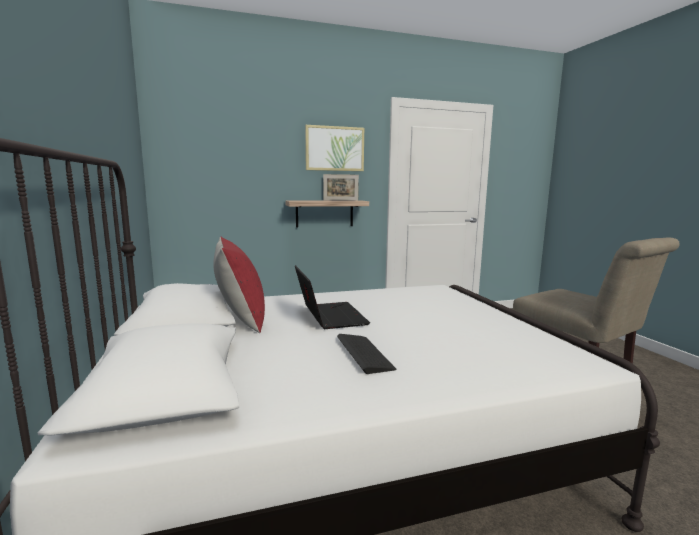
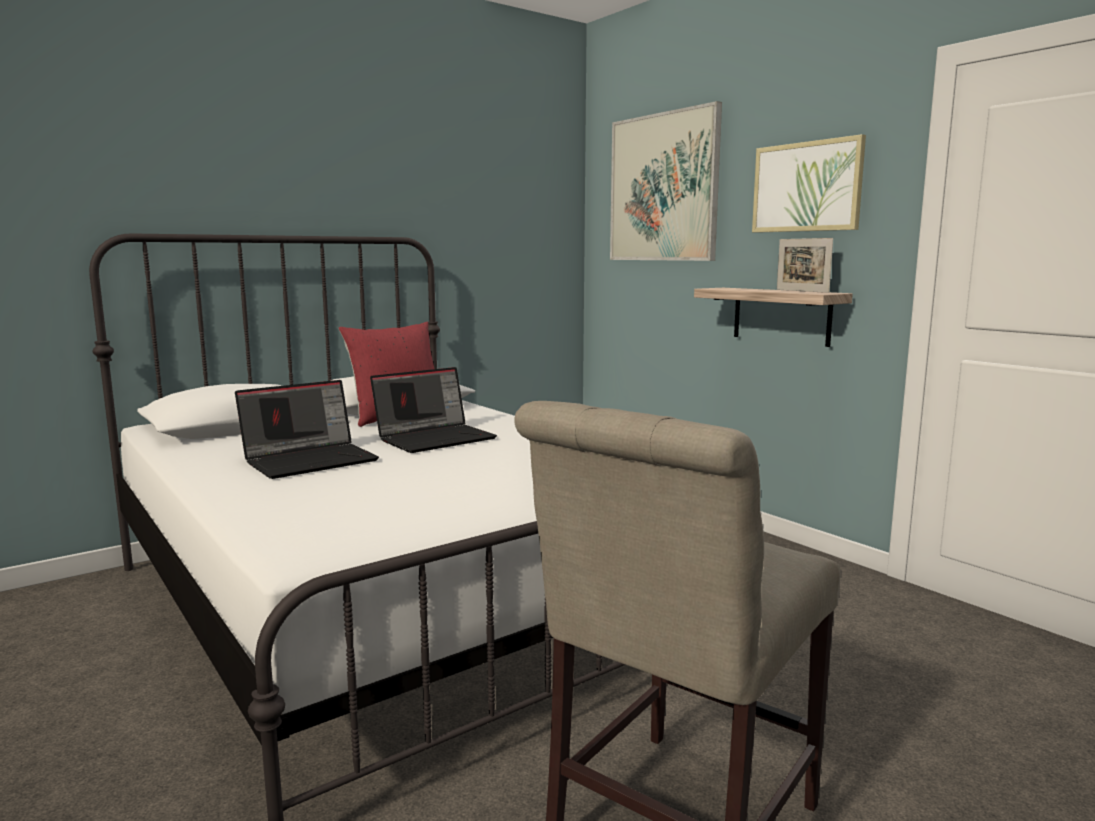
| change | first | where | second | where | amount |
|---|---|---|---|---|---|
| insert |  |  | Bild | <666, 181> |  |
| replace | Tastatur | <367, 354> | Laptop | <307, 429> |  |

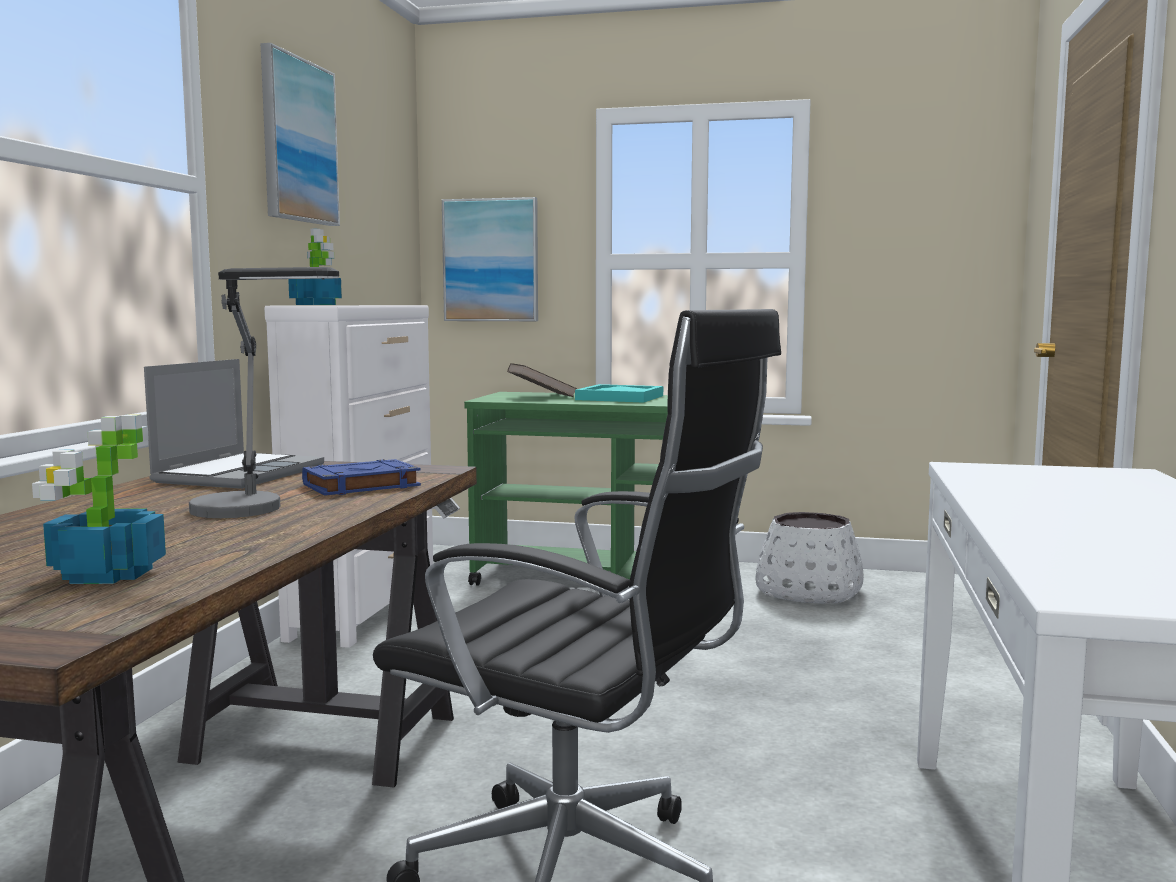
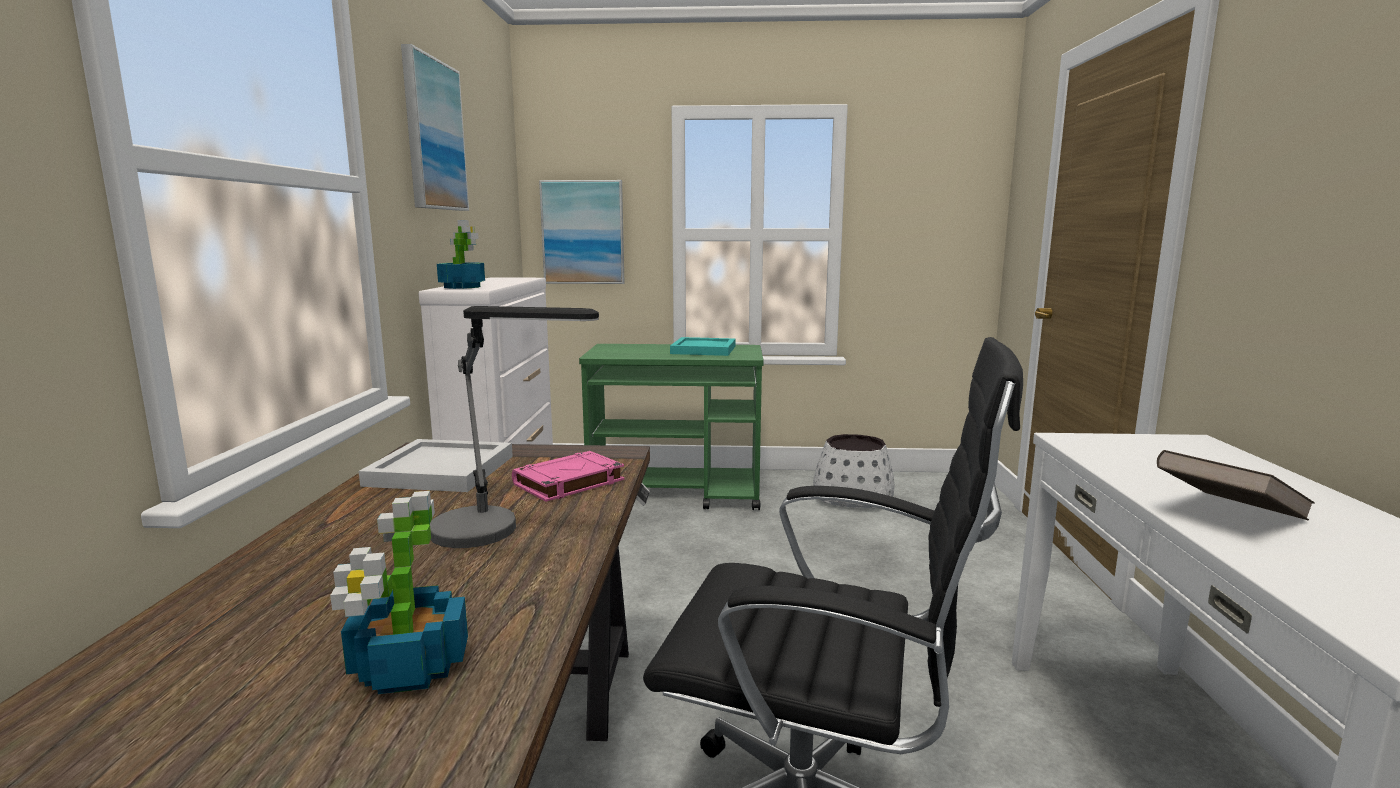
| change | first | where | second | where | amount |
|---|---|---|---|---|---|
| move | Buch/braun | <542, 380> |  | <1236, 485> |  |
| replace | Laptop | <234, 424> | Tablett/weiß | <436, 465> |  |
| recolor | Buch/blau | <361, 477> | Buch/rosa | <568, 476> |  |

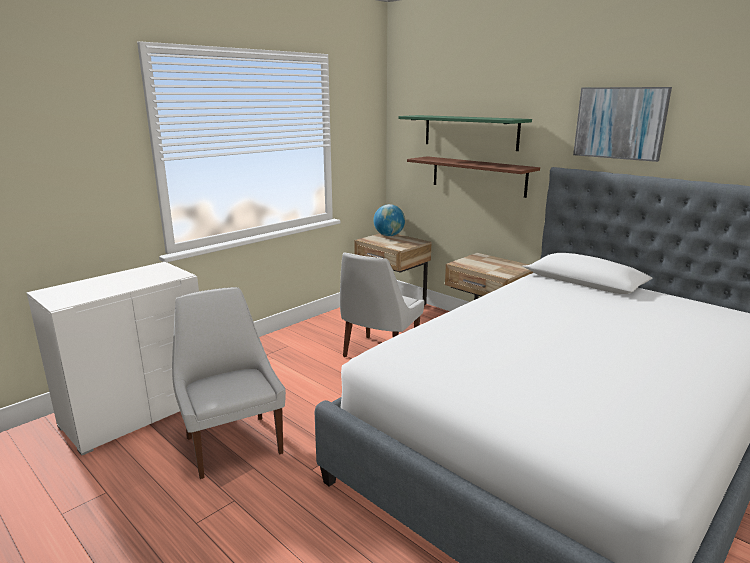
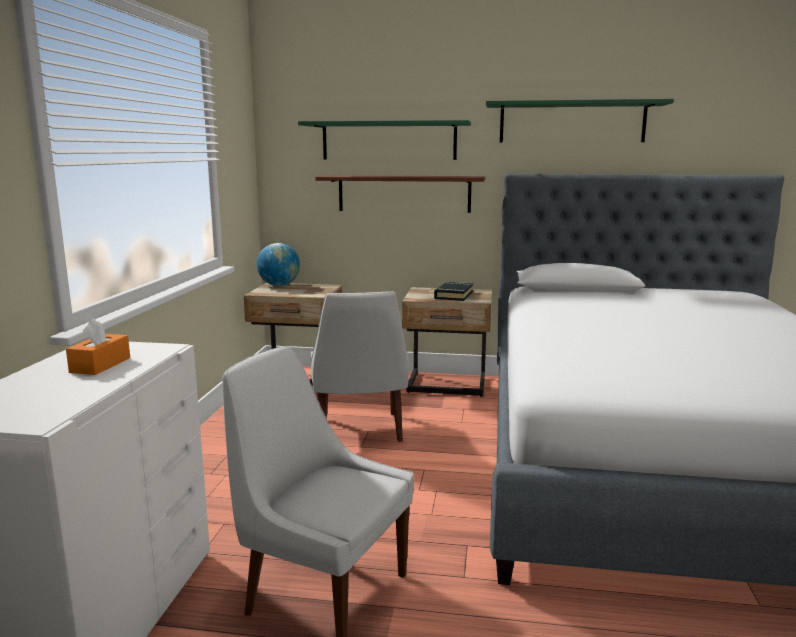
| change | first | where | second | where | amount |
|---|---|---|---|---|---|
| insert |  |  | Taschentuchbox/orange | <98, 346> |  |
| insert |  |  | Buch/schwarz | <453, 291> |  |
| replace | Bild | <622, 124> | Wandregal/grün | <580, 120> |  |

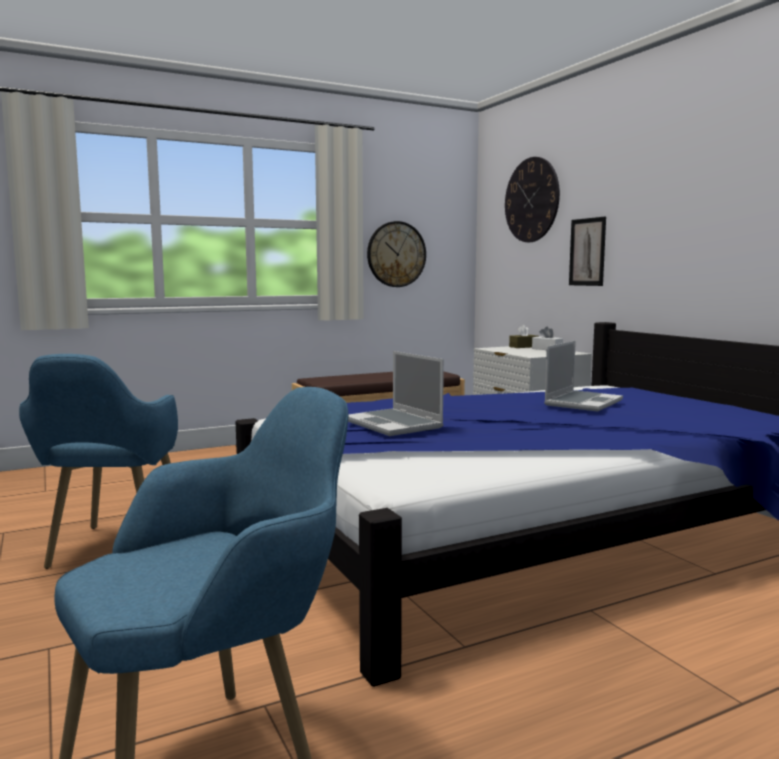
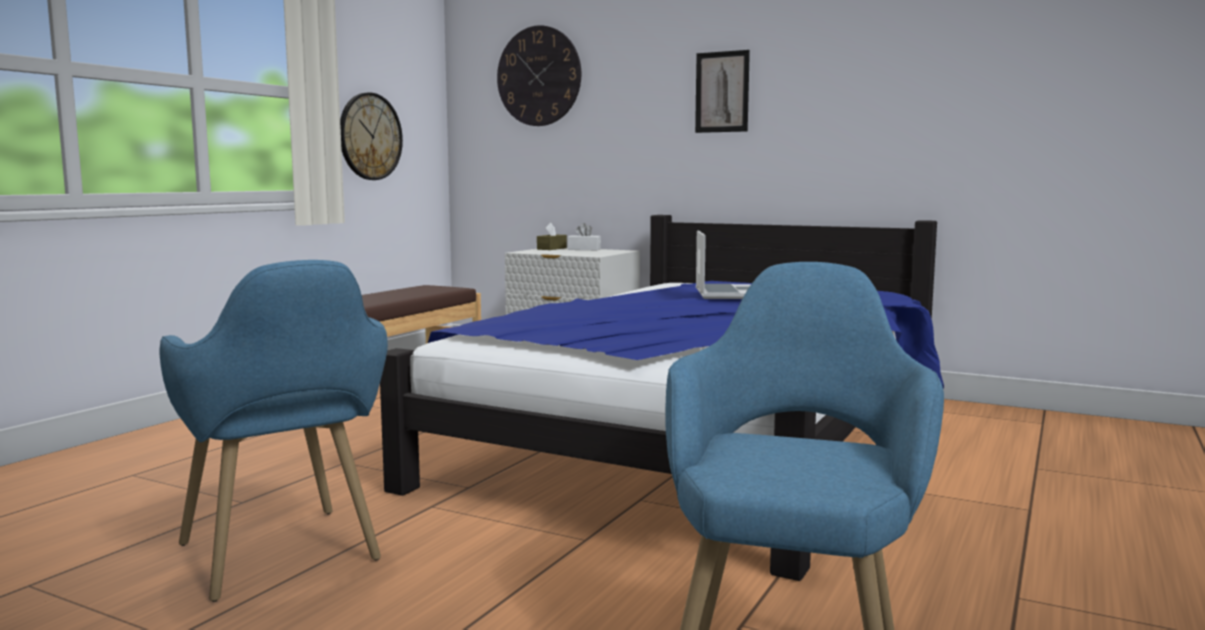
| change | first | where | second | where | amount |
|---|---|---|---|---|---|
| delete | Laptop | <396, 393> |  |  |  |
| move | Bild | <587, 251> |  | <722, 91> |  |

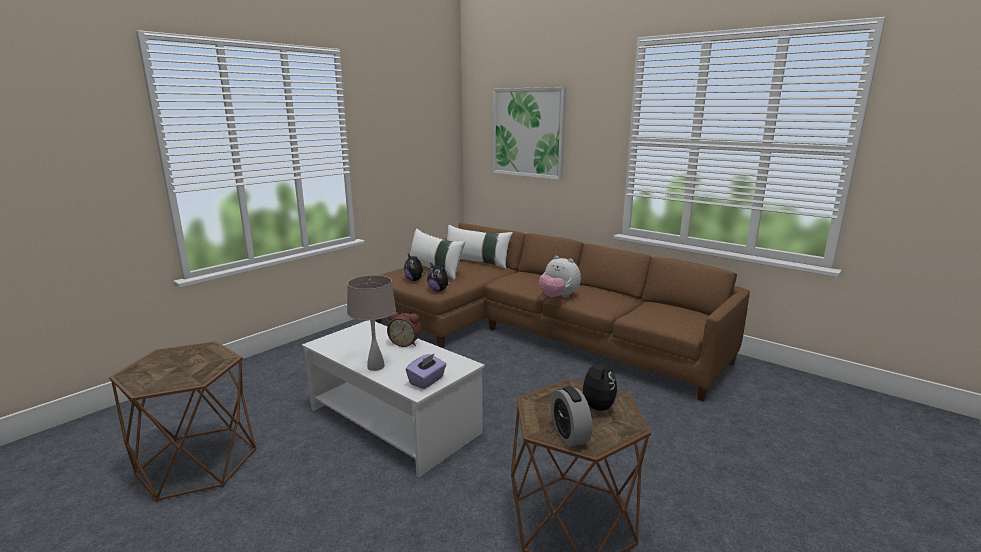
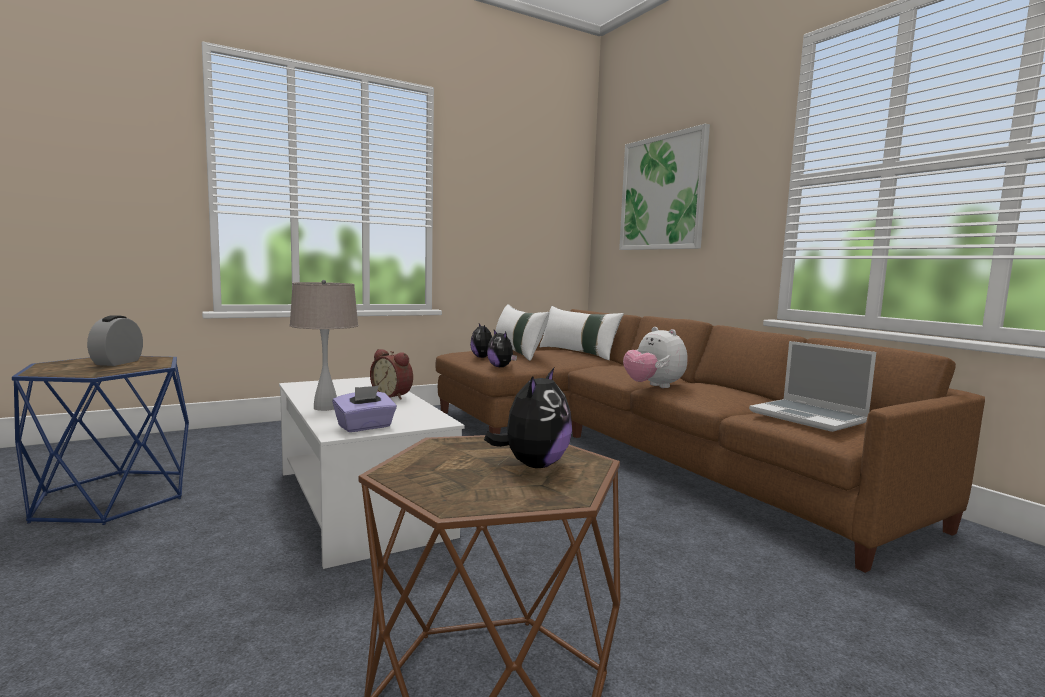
| change | first | where | second | where | amount |
|---|---|---|---|---|---|
| insert |  |  | Laptop | <812, 386> |  |
| move | Wecker | <571, 416> |  | <115, 340> |  |
| recolor | Beistelltisch/braun | <183, 421> | Beistelltisch/blau | <100, 440> |  |

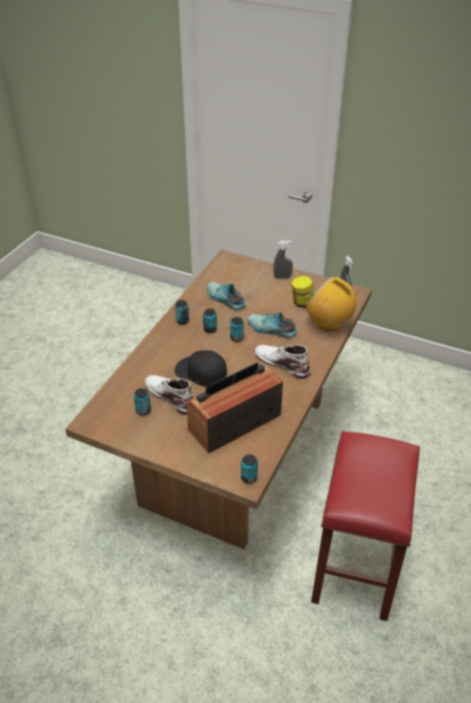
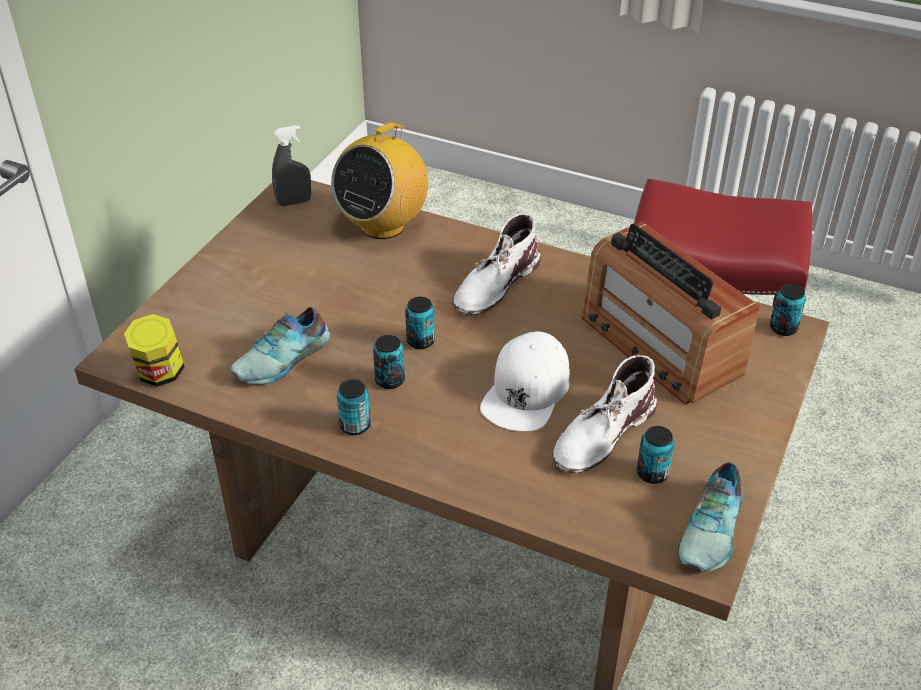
| change | first | where | second | where | amount |
|---|---|---|---|---|---|
| delete | Sprühflasche/grau | <283, 259> |  |  |  |
| move | Schuh | <272, 325> |  | <710, 517> |  |
| move | Vorratsglas | <302, 292> |  | <154, 350> |  |
| recolor | Kappe/schwarz | <201, 368> | Kappe/weiß | <525, 381> |  |

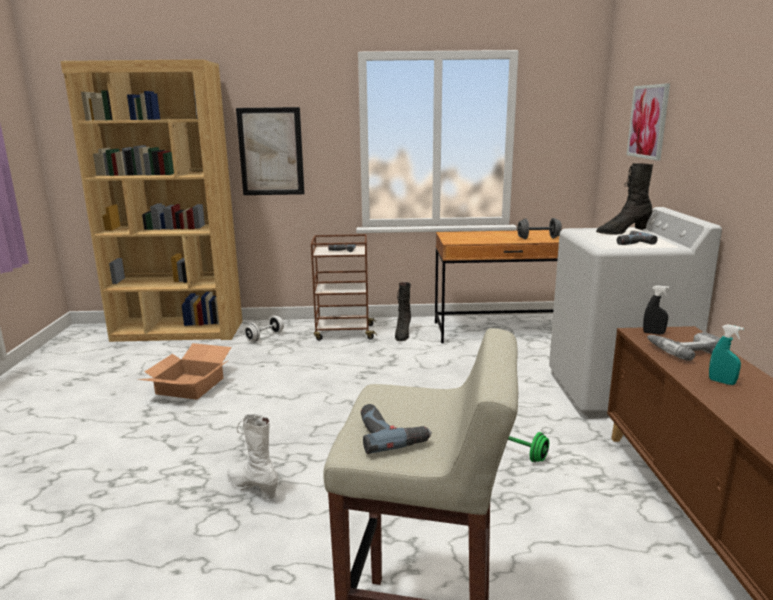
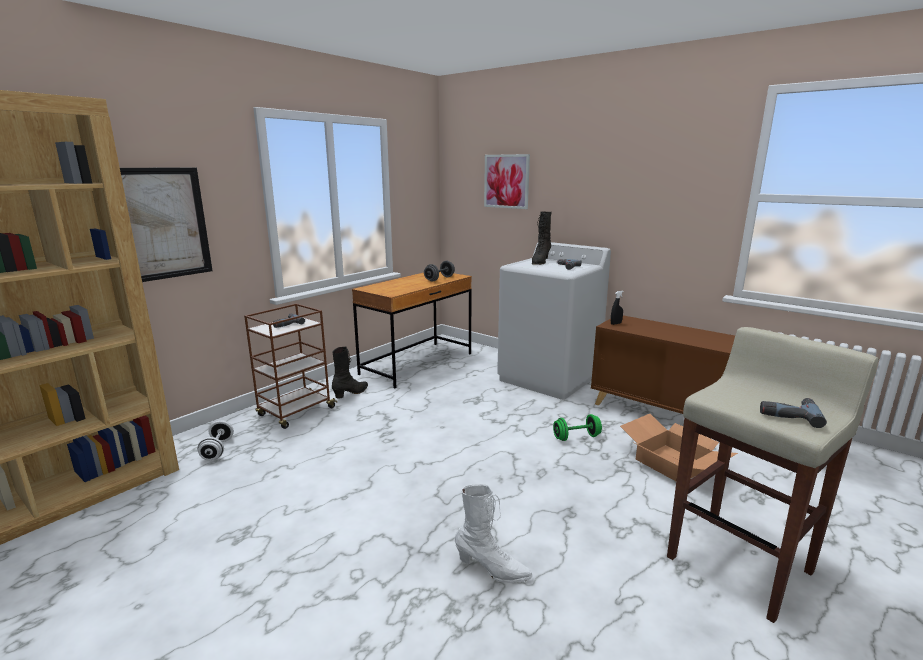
| change | first | where | second | where | amount |
|---|---|---|---|---|---|
| delete | Bohrmaschine | <684, 346> |  |  |  |
| delete | Sprühflasche/türkis | <726, 354> |  |  |  |
| move | Karton | <184, 371> |  | <679, 447> |  |
| rotate | Stiefel/weiß | <252, 456> |  | <493, 533> | 150 degrees counterclockwise |
| rotate | Stiefel/schwarz | <403, 311> |  | <350, 373> | 105 degrees counterclockwise |

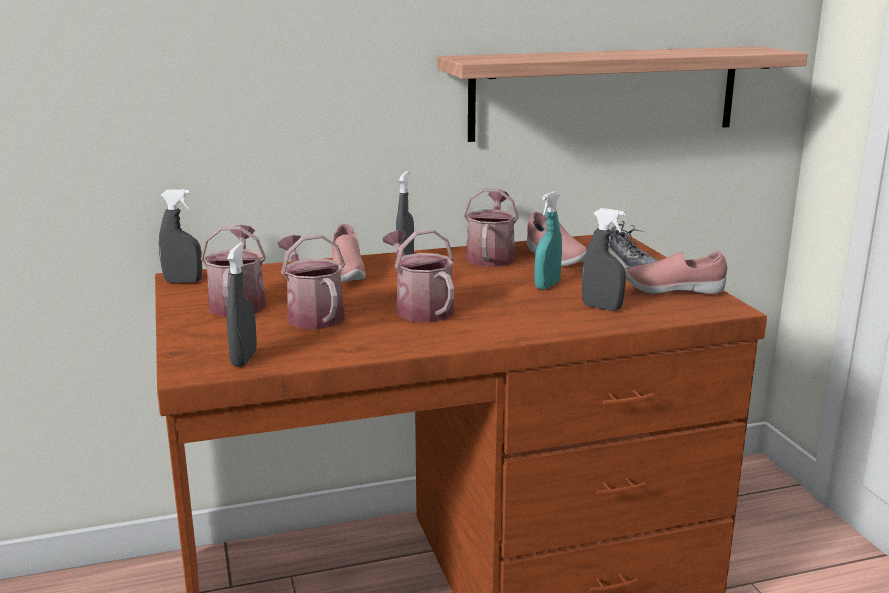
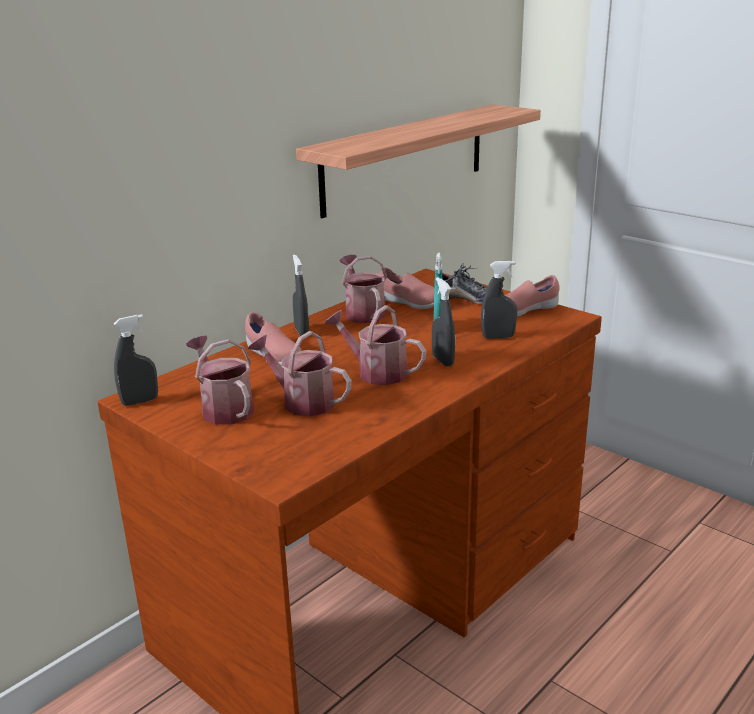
| change | first | where | second | where | amount |
|---|---|---|---|---|---|
| move | Sprühflasche/grau | <242, 305> |  | <443, 322> |  |

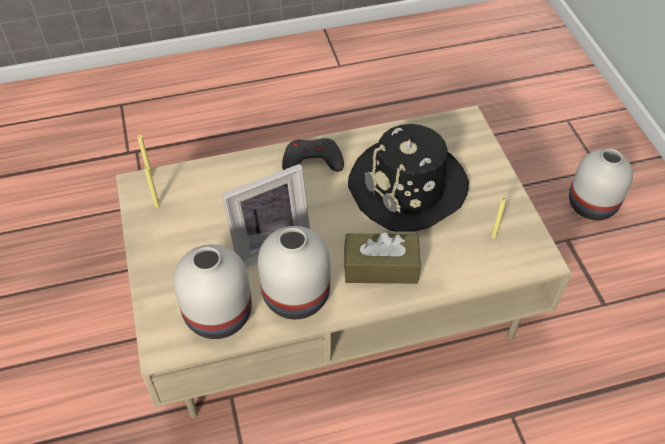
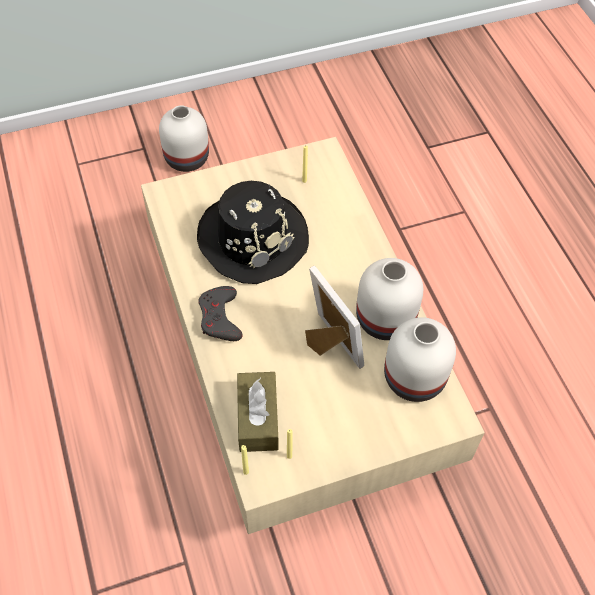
| change | first | where | second | where | amount |
|---|---|---|---|---|---|
| move | Taschentuchbox/braun | <382, 258> |  | <258, 412> |  |

